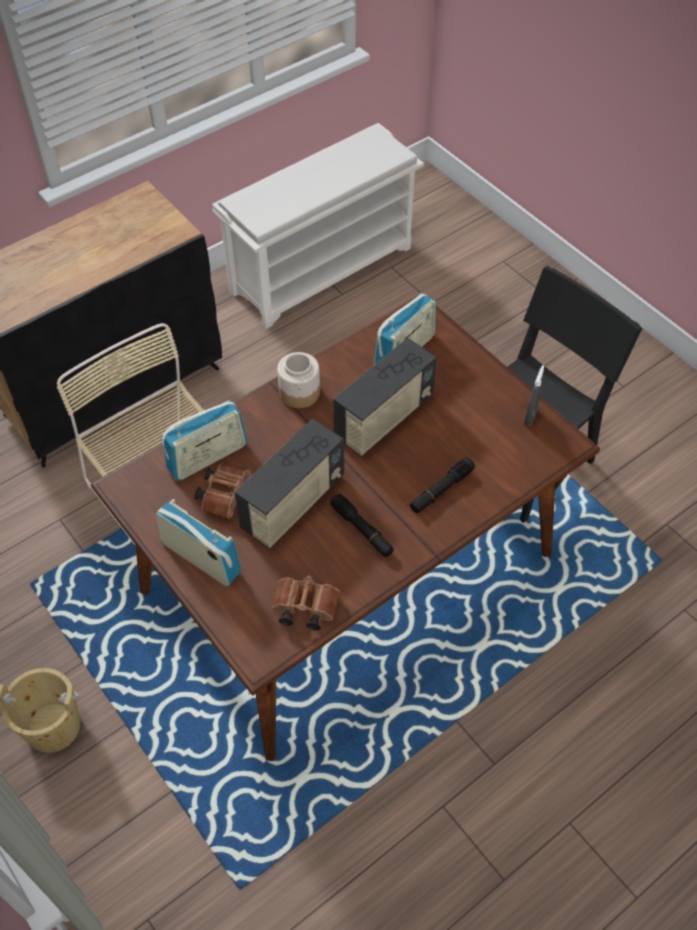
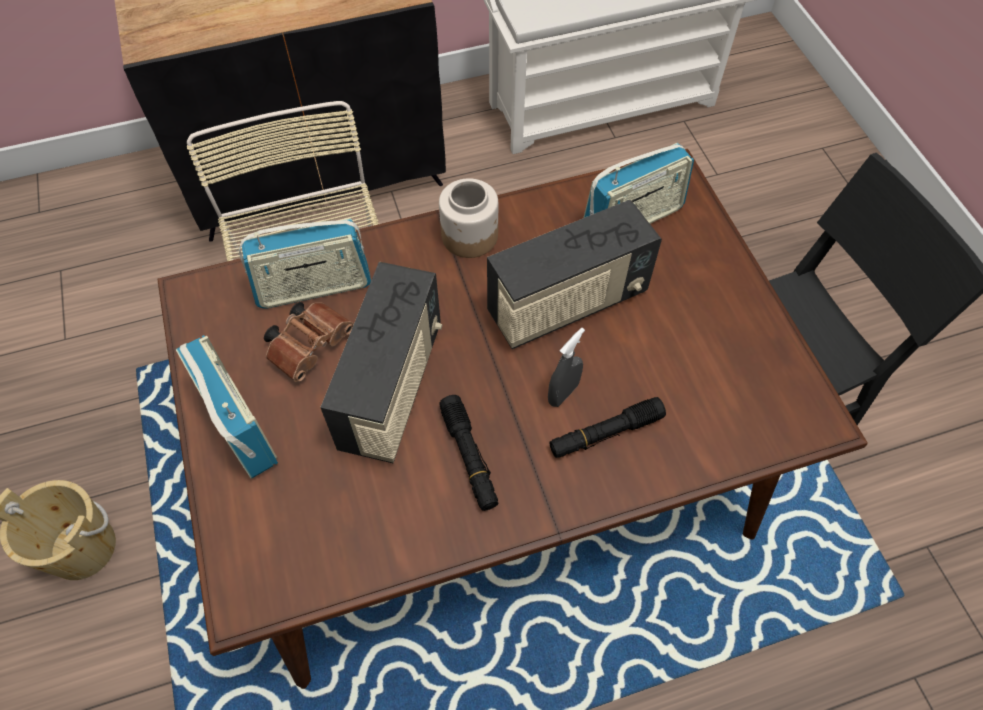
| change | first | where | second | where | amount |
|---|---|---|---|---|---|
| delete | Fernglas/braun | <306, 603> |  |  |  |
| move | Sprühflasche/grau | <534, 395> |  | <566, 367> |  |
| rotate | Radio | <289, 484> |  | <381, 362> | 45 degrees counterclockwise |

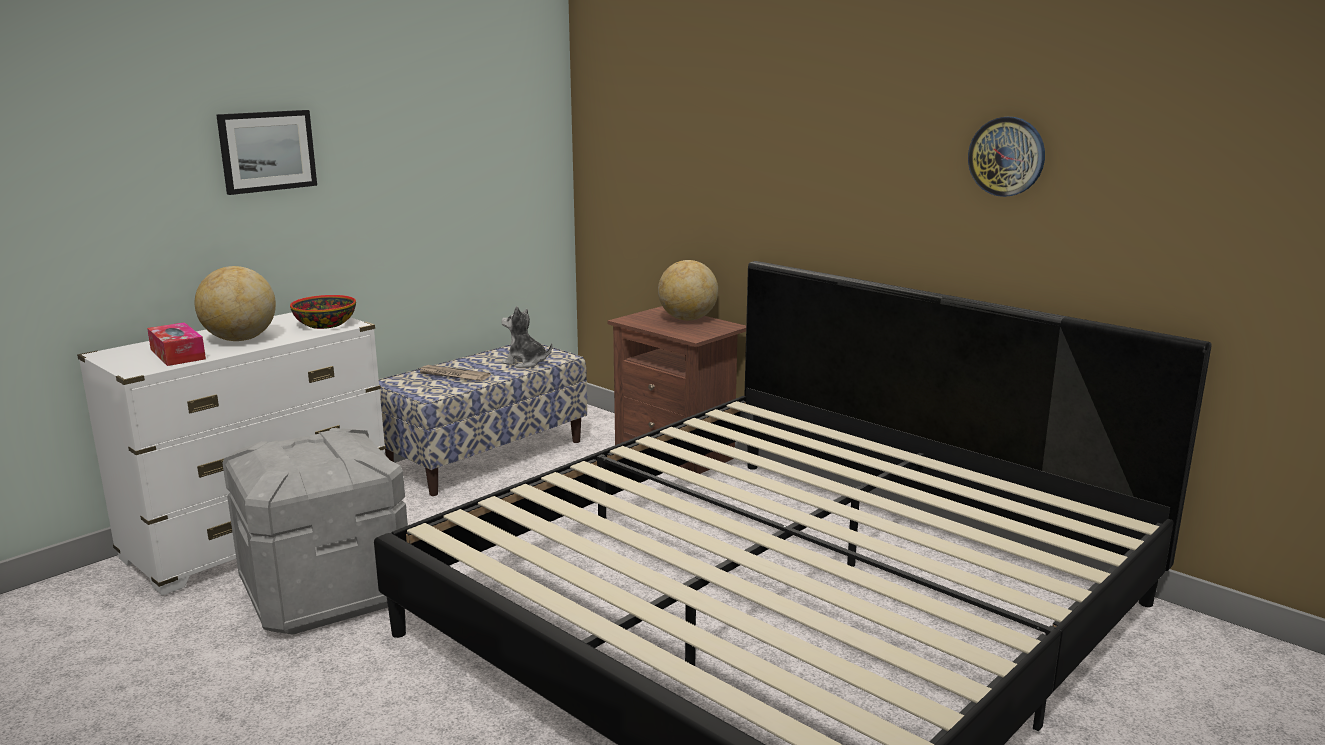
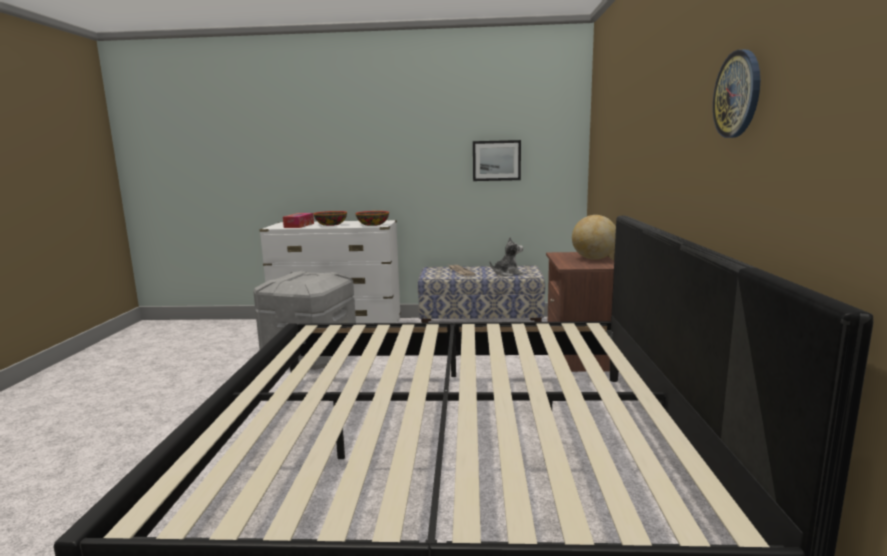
| change | first | where | second | where | amount |
|---|---|---|---|---|---|
| move | Bild | <266, 152> |  | <497, 160> |  |
| replace | Globus | <235, 303> | Schüssel | <330, 218> |  |
| rotate | Plüschtier | <526, 337> |  | <506, 256> | 90 degrees clockwise |

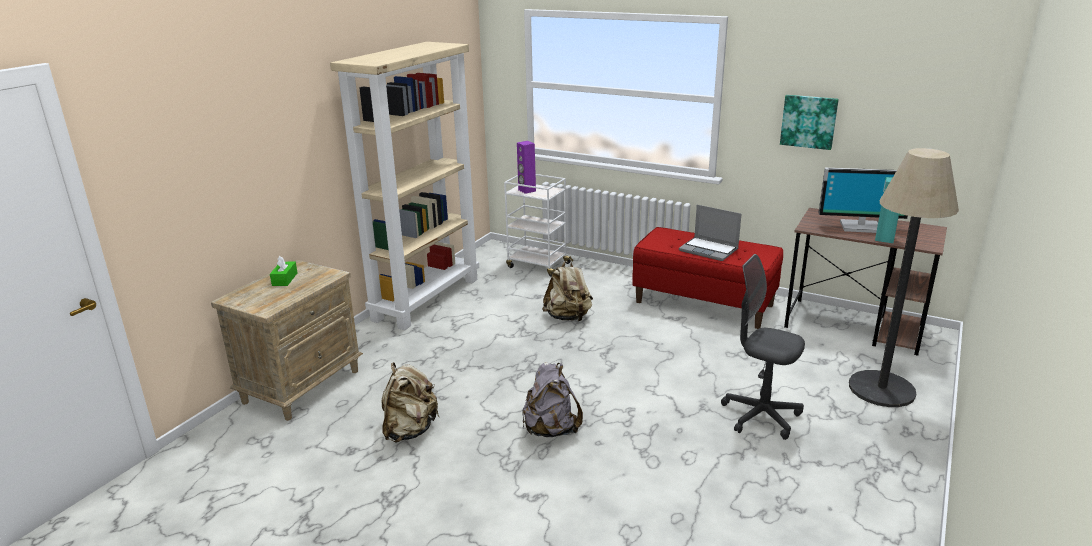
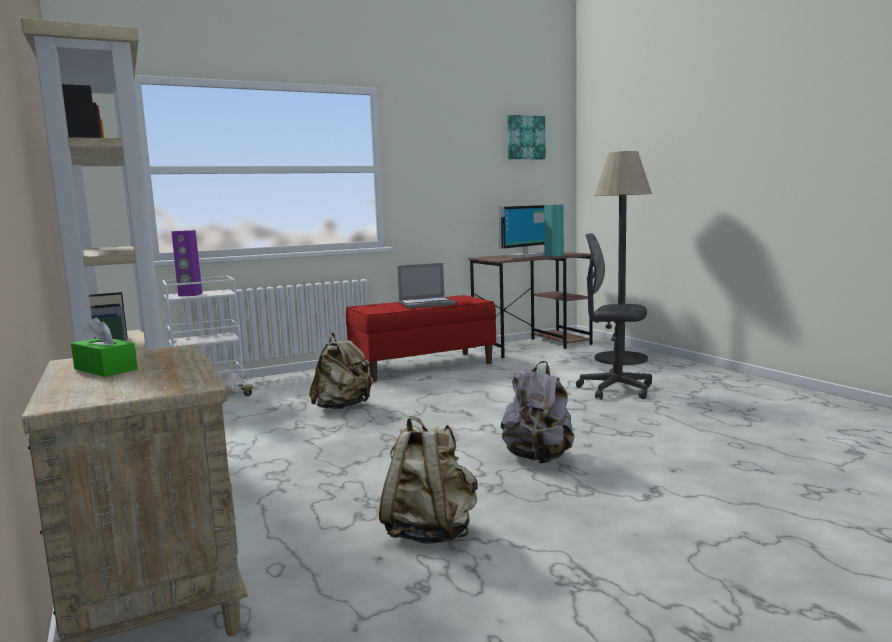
| change | first | where | second | where | amount |
|---|---|---|---|---|---|
| move | Bild | <809, 122> |  | <526, 137> |  |
| rotate | Bürostuhl/grau | <763, 347> |  | <614, 316> | 45 degrees clockwise |

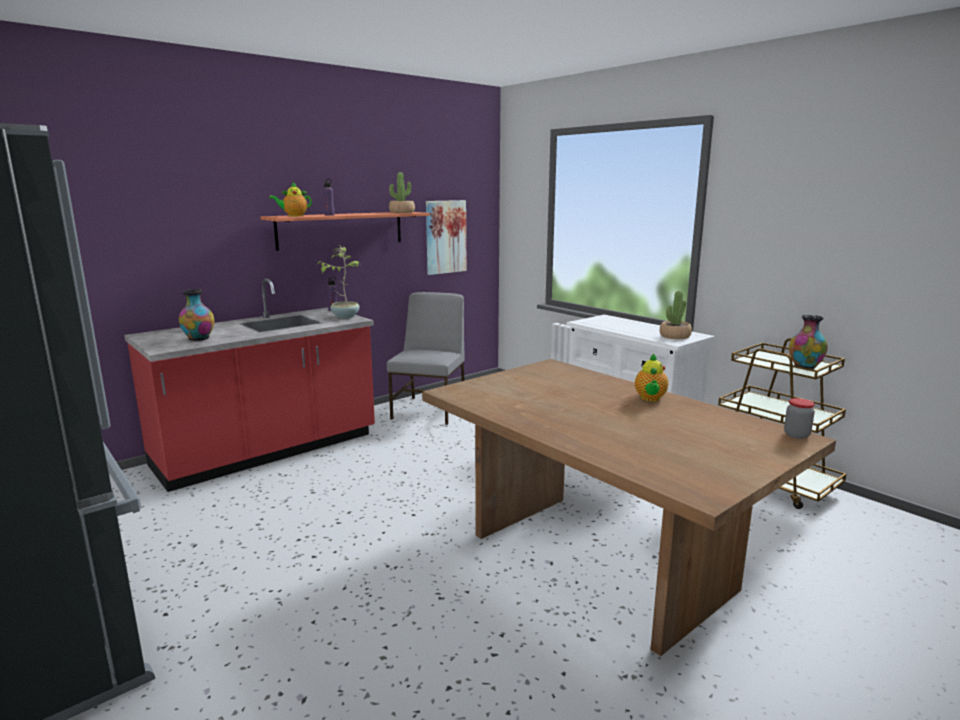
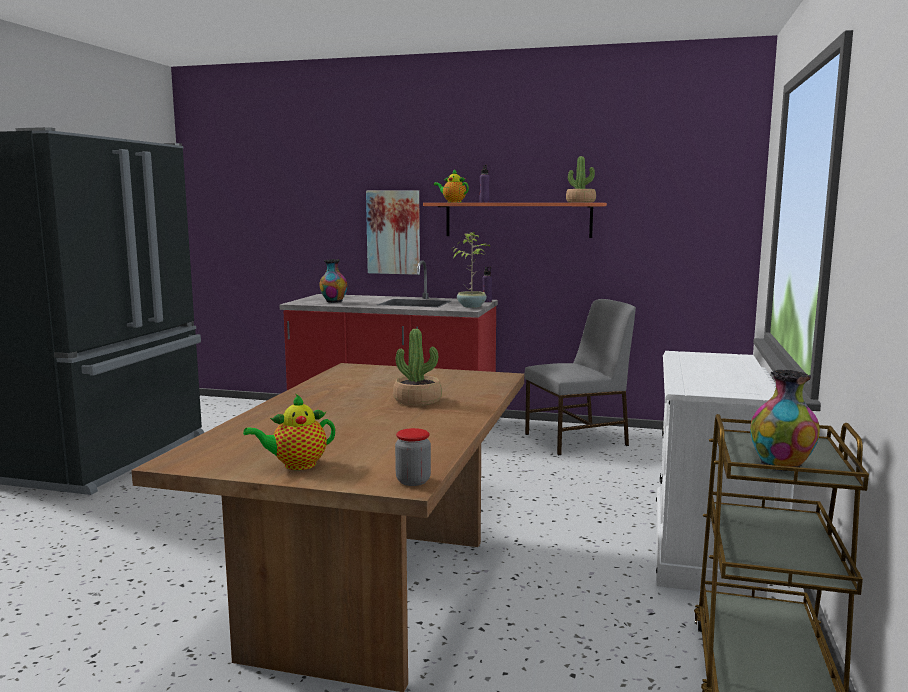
| change | first | where | second | where | amount |
|---|---|---|---|---|---|
| move | Bild | <446, 237> |  | <393, 232> |  |
| move | Teekanne | <651, 377> |  | <289, 432> |  |
| move | Topfpflanze | <676, 315> |  | <417, 367> |  |

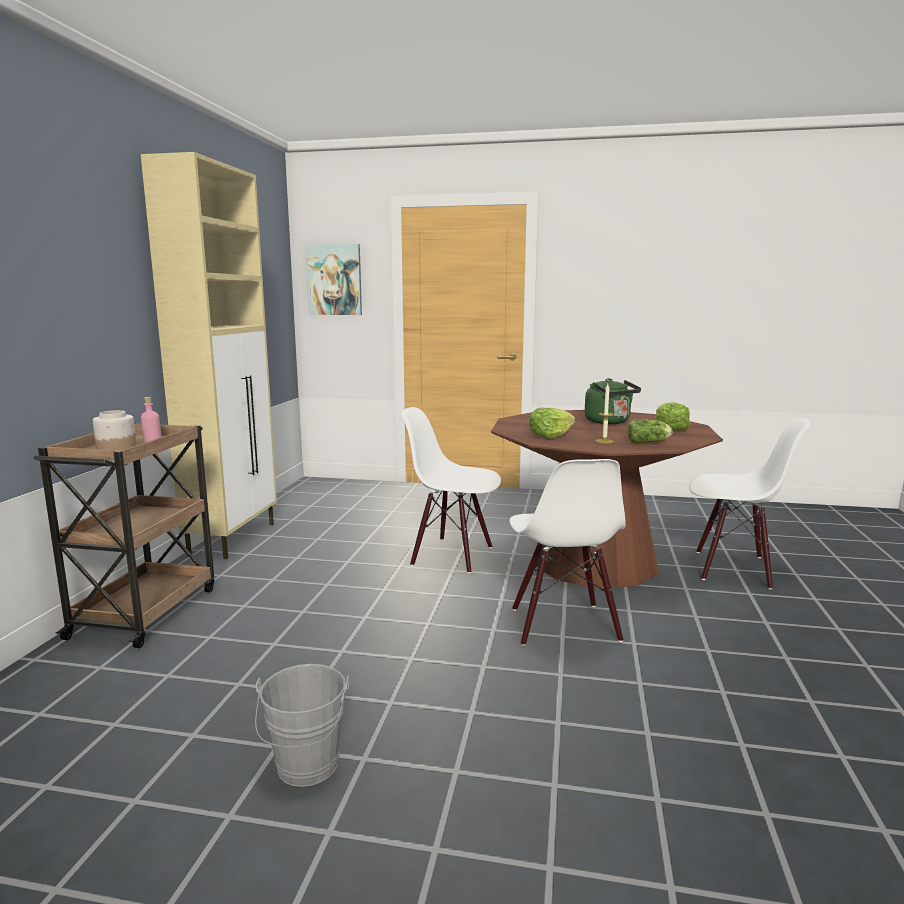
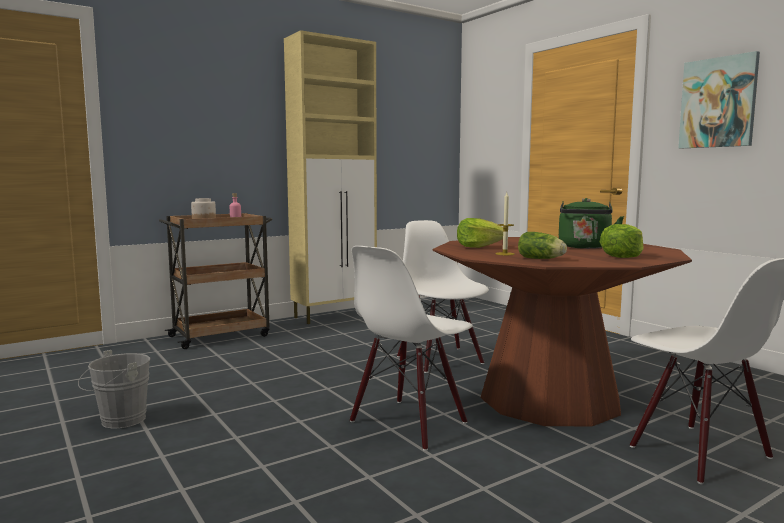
| change | first | where | second | where | amount |
|---|---|---|---|---|---|
| move | Bild | <334, 279> |  | <719, 99> |  |

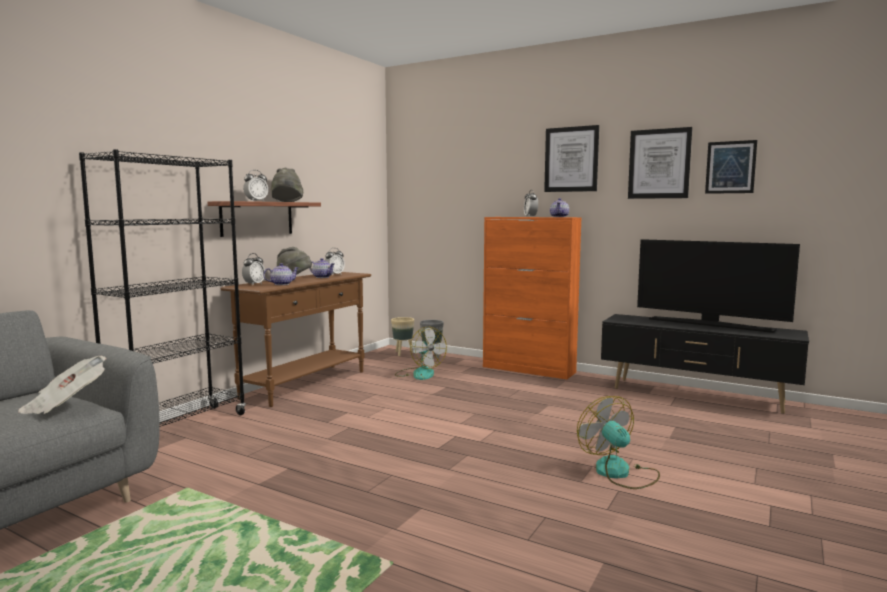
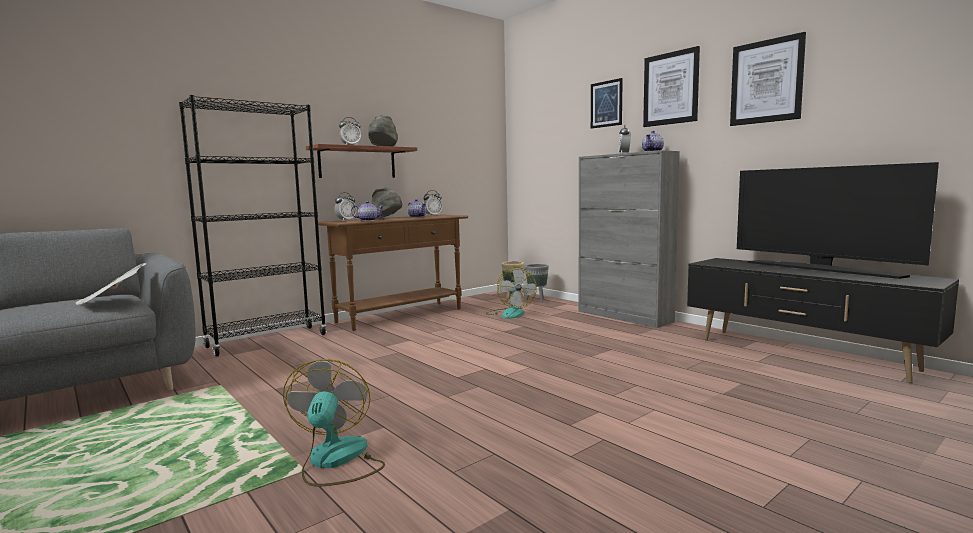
| change | first | where | second | where | amount |
|---|---|---|---|---|---|
| move | Ventilator | <618, 442> |  | <334, 422> |  |
| move | Bild | <731, 167> |  | <607, 103> |  |
| recolor | Schrank/orange | <532, 298> | Schrank/grau | <629, 239> |  |

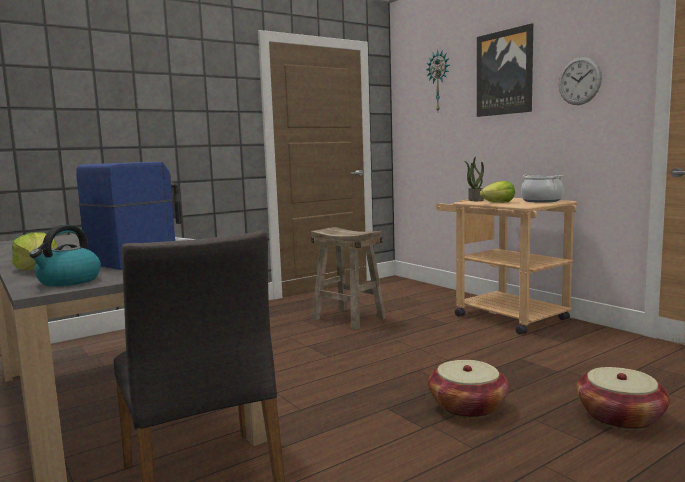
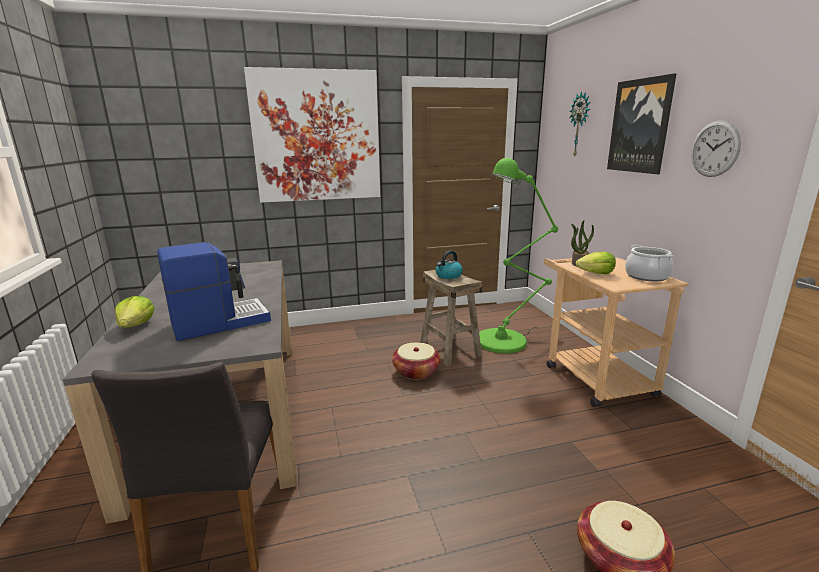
| change | first | where | second | where | amount |
|---|---|---|---|---|---|
| insert |  |  | Bild | <312, 135> |  |
| insert |  |  | Stehlampe/grün | <518, 255> |  |
| move | Wasserkessel | <65, 256> |  | <449, 265> |  |
| move | Korb | <468, 389> |  | <416, 361> |  |

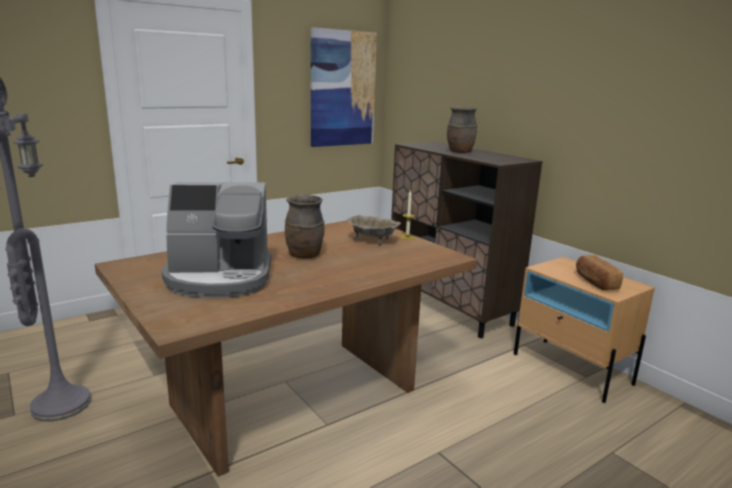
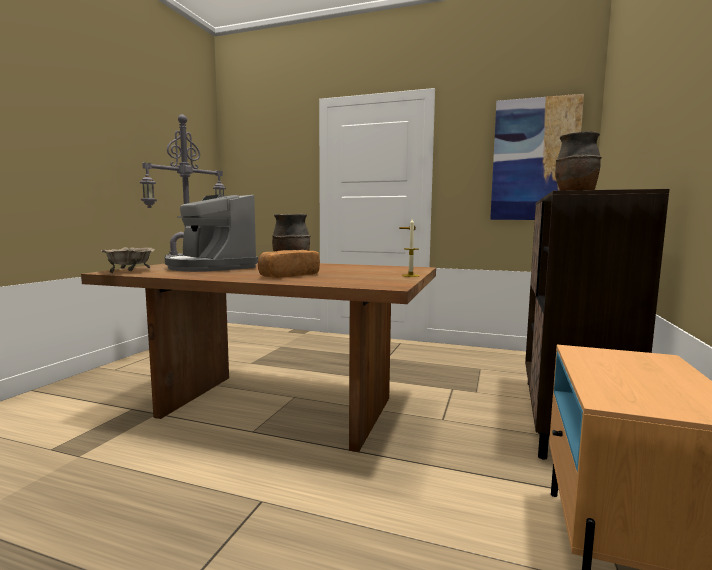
| change | first | where | second | where | amount |
|---|---|---|---|---|---|
| move | Schüssel/beige | <373, 230> |  | <128, 260> |  |
| move | Brot | <599, 272> |  | <289, 264> |  |

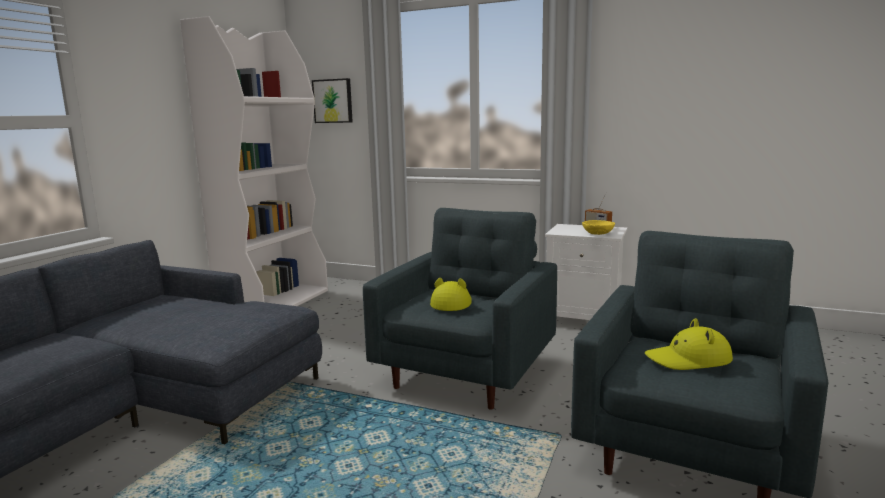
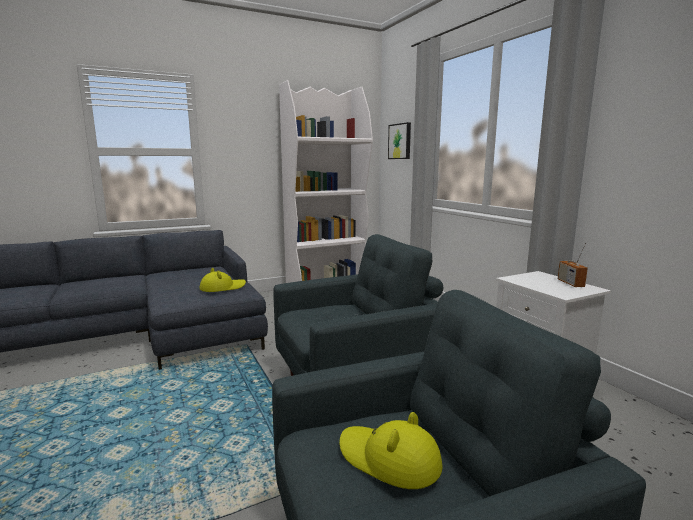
| change | first | where | second | where | amount |
|---|---|---|---|---|---|
| delete | Schüssel/gelb | <598, 227> |  |  |  |
| move | Hut/gelb | <451, 294> |  | <223, 280> |  |

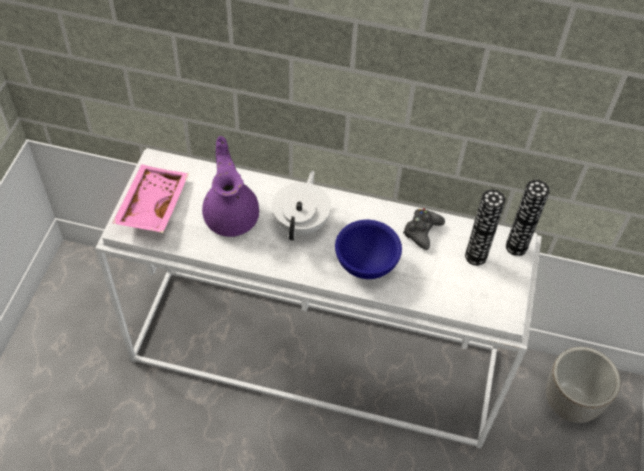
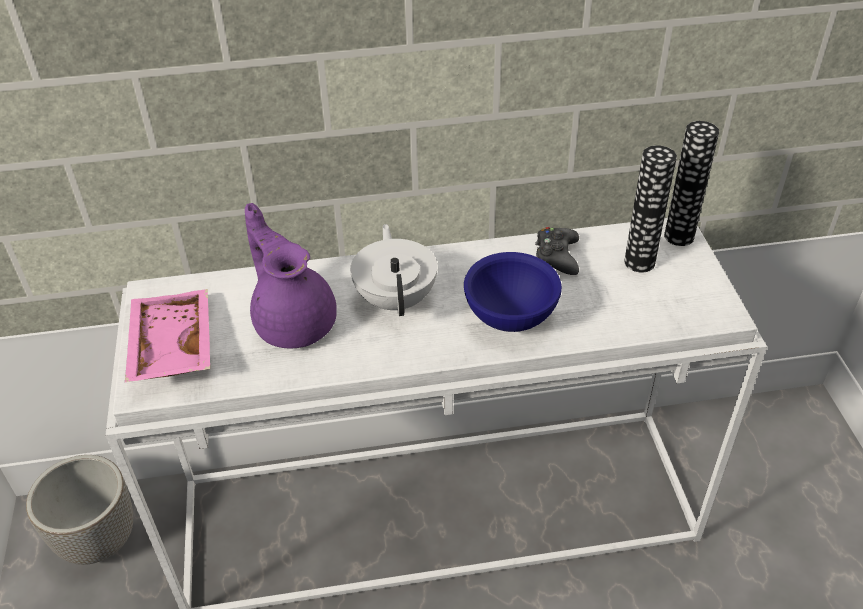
| change | first | where | second | where | amount |
|---|---|---|---|---|---|
| move | Pflanzkübel | <583, 385> |  | <79, 510> |  |

